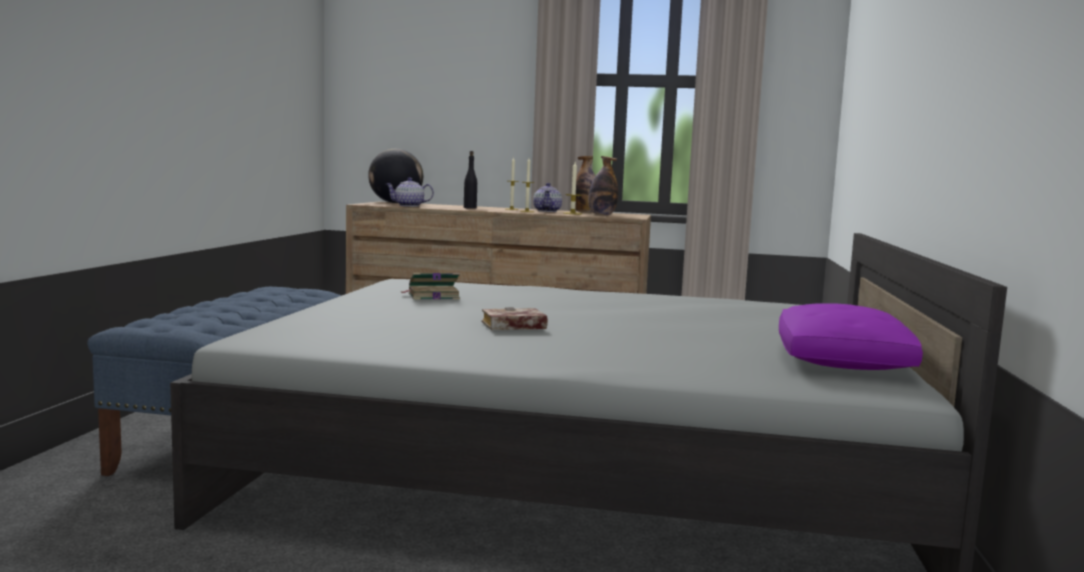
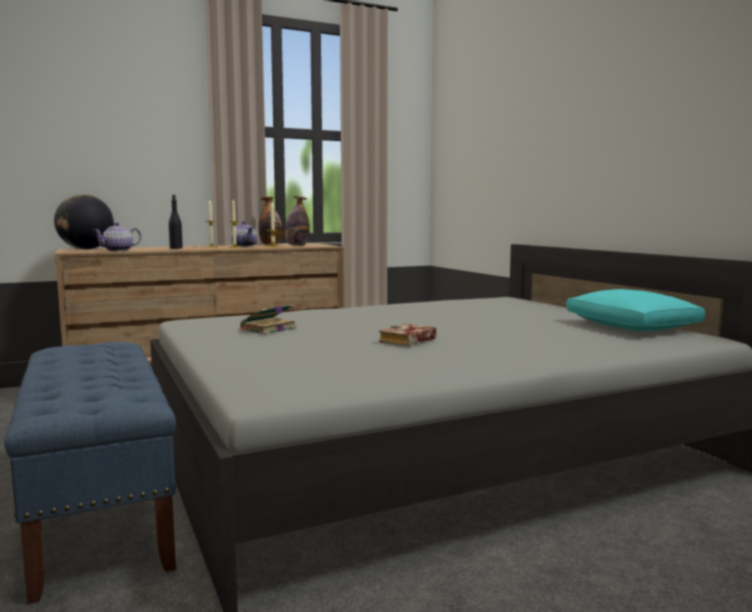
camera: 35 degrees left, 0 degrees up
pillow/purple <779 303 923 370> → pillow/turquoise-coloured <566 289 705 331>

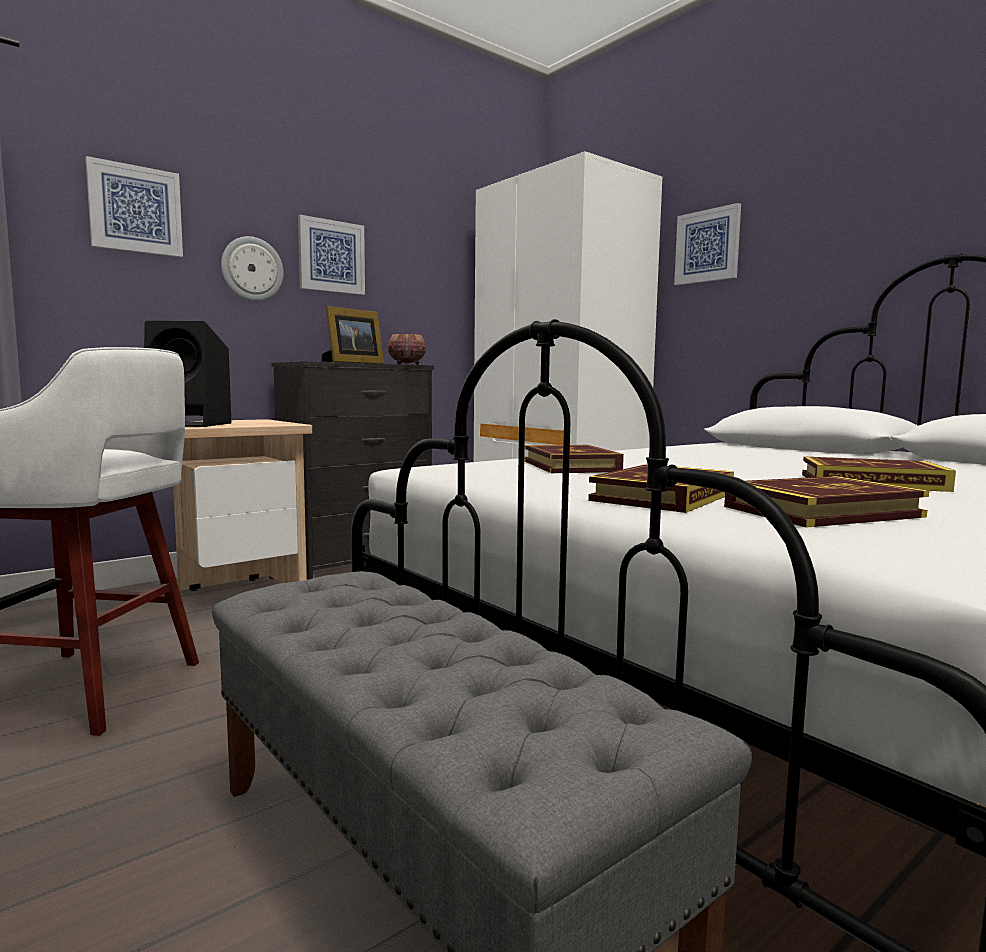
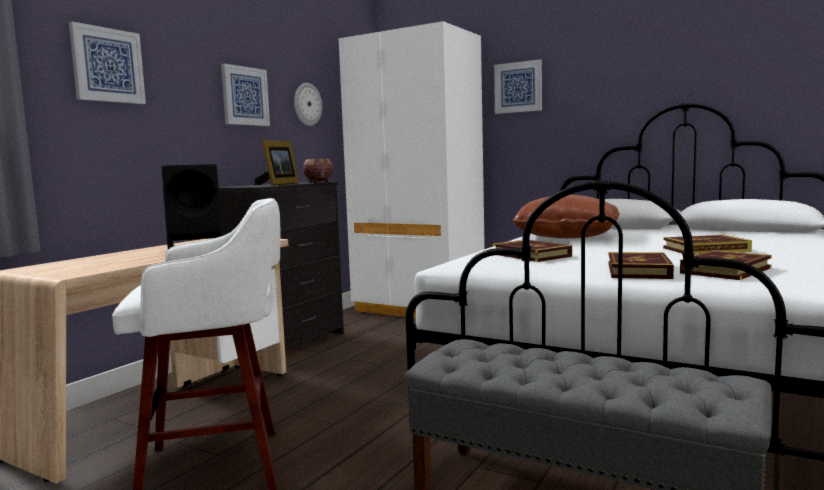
camera: 20 degrees left, 0 degrees up
hanging clock <221 236 284 301> → hanging clock <294 83 322 126>, shifted
- → pillow/brownish <512 195 620 238>

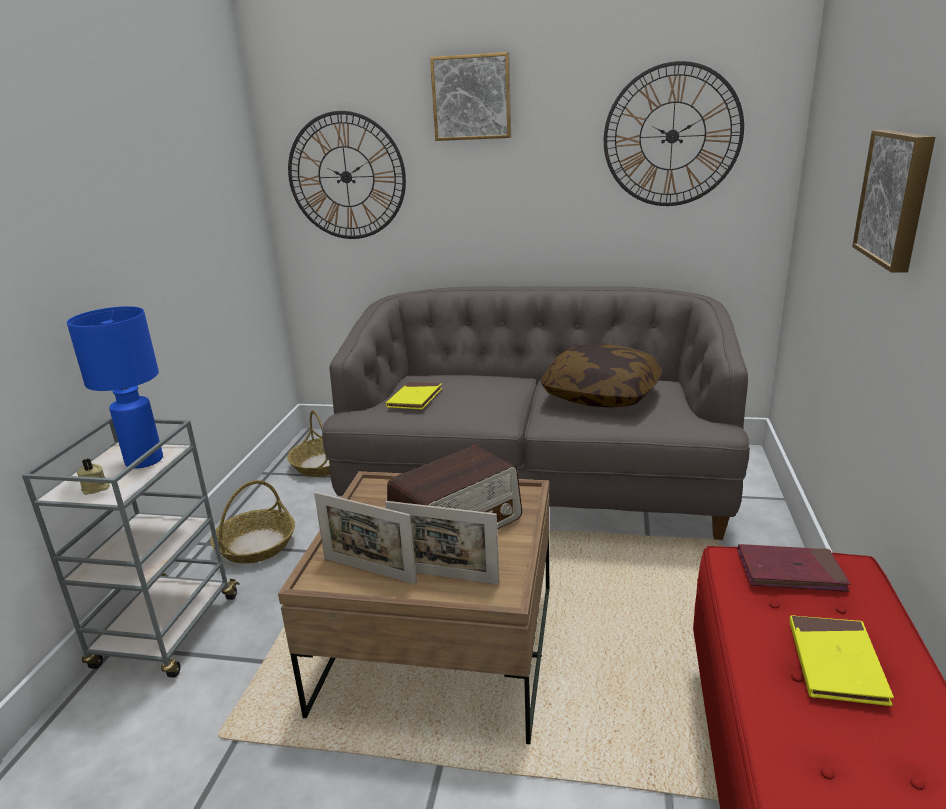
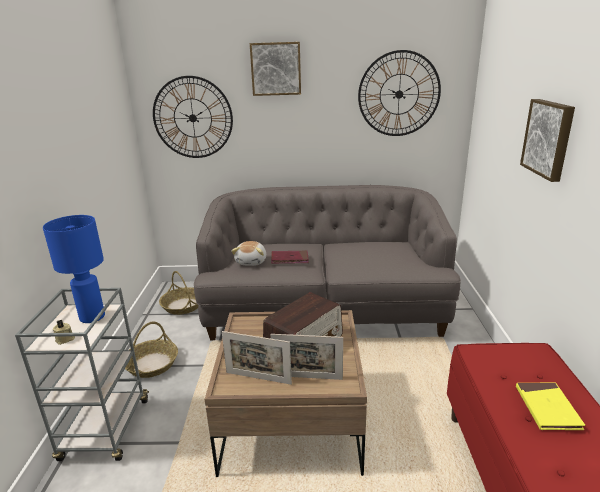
camera: 10 degrees left, 0 degrees up
bound book/yellow-coloured <386 382 442 410> → plush toy <231 241 266 266>
bound book/reddish <737 544 851 592> → bound book/reddish <271 250 309 264>, shifted
pillow <541 344 662 408> → -

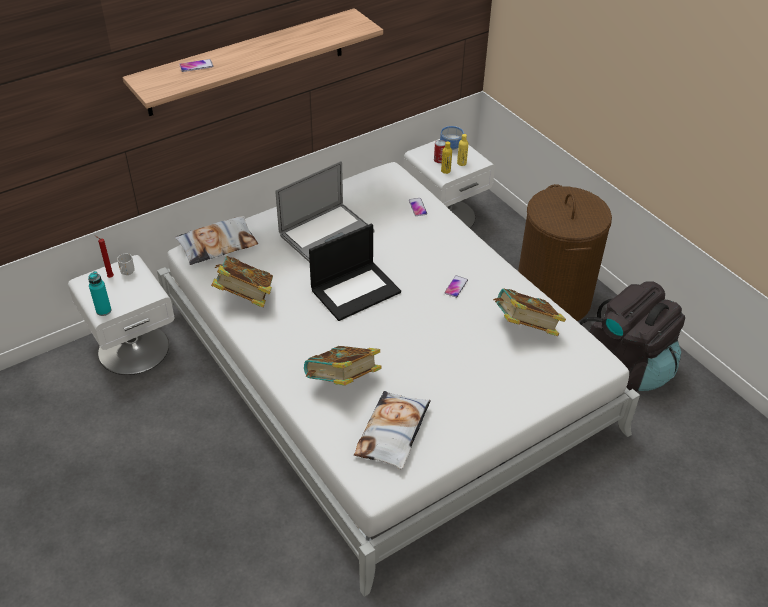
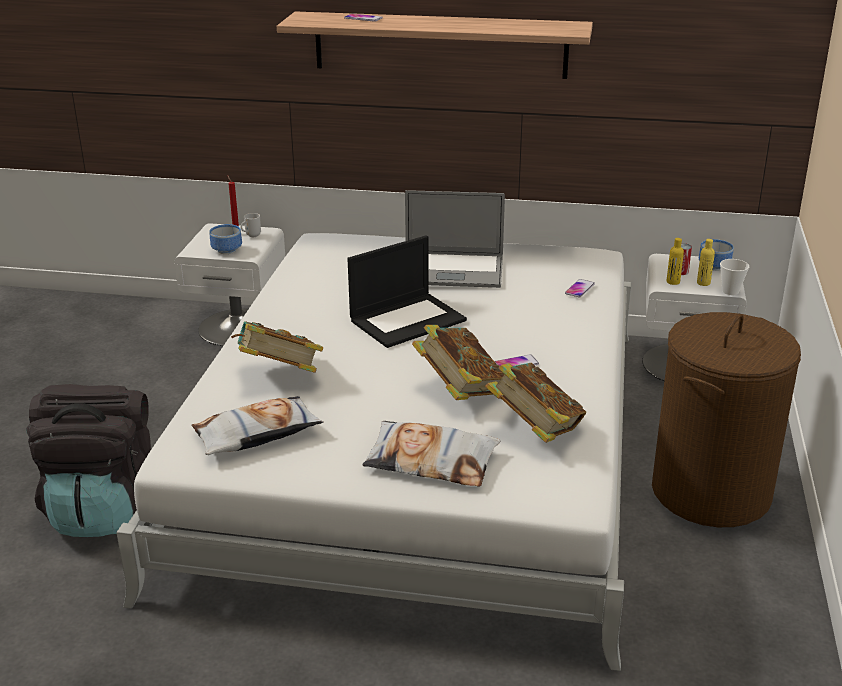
camera: 45 degrees right, 15 degrees down
backpack/black <580 281 685 391> → backpack/black <26 384 151 537>, shifted
- → bowl <209 224 242 254>
notebook computer <309 223 401 321> → notebook computer <347 236 467 348>, 45 degrees counterclockwise
pillow <175 216 258 265> → pillow <362 421 500 487>, shifted
bound book <211 256 273 308> → bound book <412 325 504 400>, shifted
- → cup <720 259 749 295>
bottle/turquoise-coloured <88 271 111 316> → -

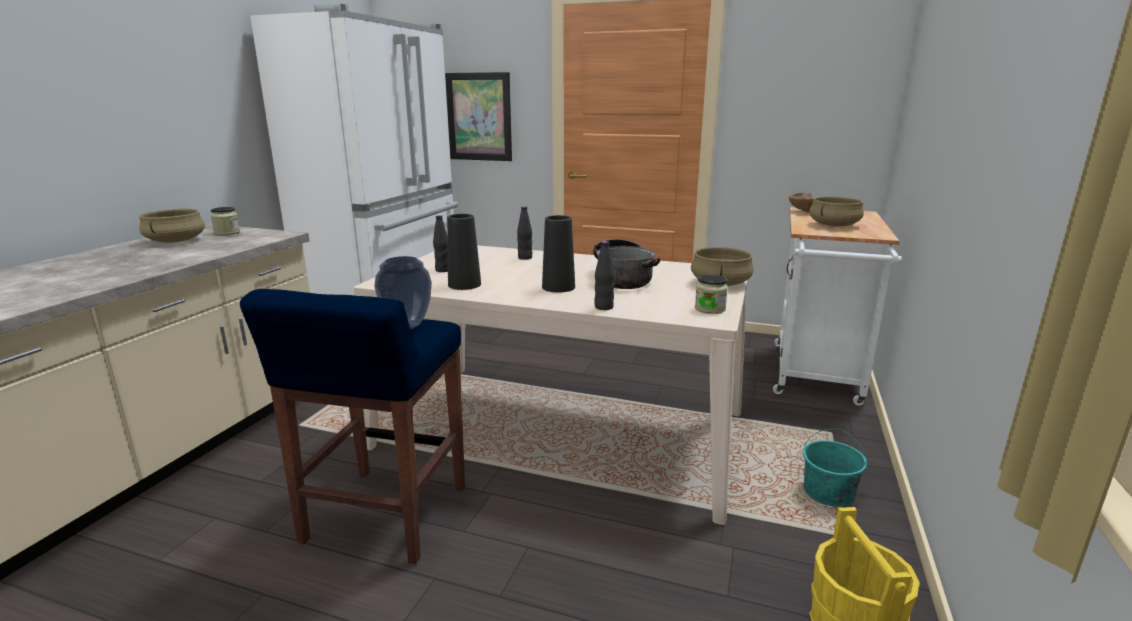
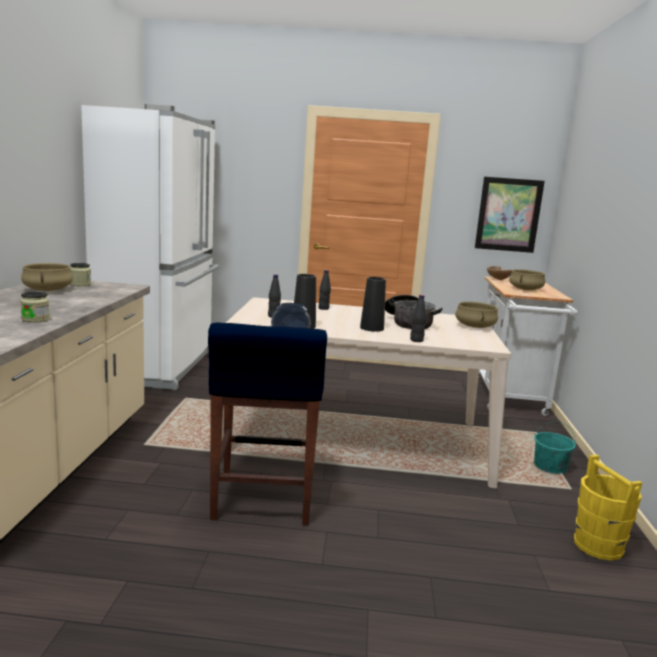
camera: 15 degrees left, 5 degrees down
storage jar <695 275 728 314> → storage jar <20 291 50 323>, shifted
picture <445 72 512 161> → picture <475 177 545 253>, shifted

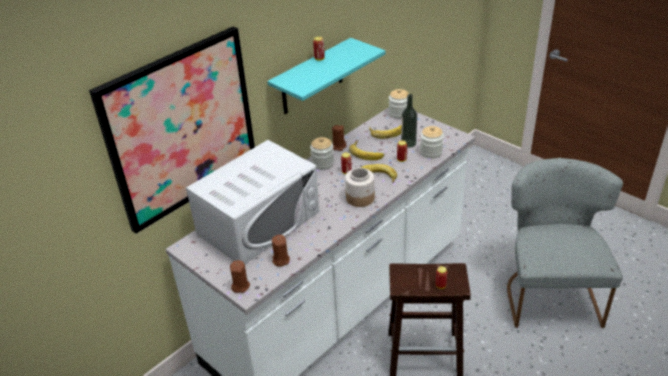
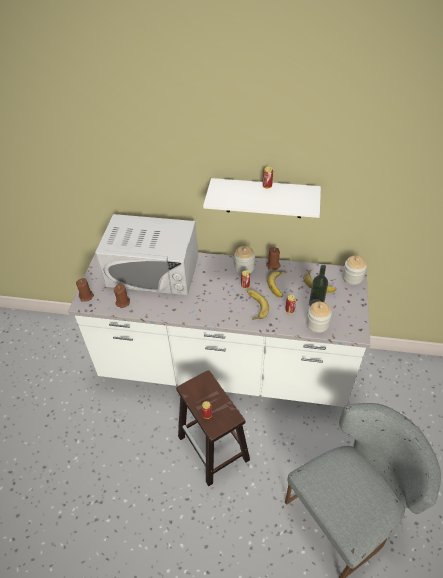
camera: 55 degrees right, 10 degrees up
wall shelf/turquoise-coloured <267 38 386 114> → wall shelf/white-coloured <203 178 321 218>
picture <89 26 255 234> → -
storage jar <345 168 375 207> → -

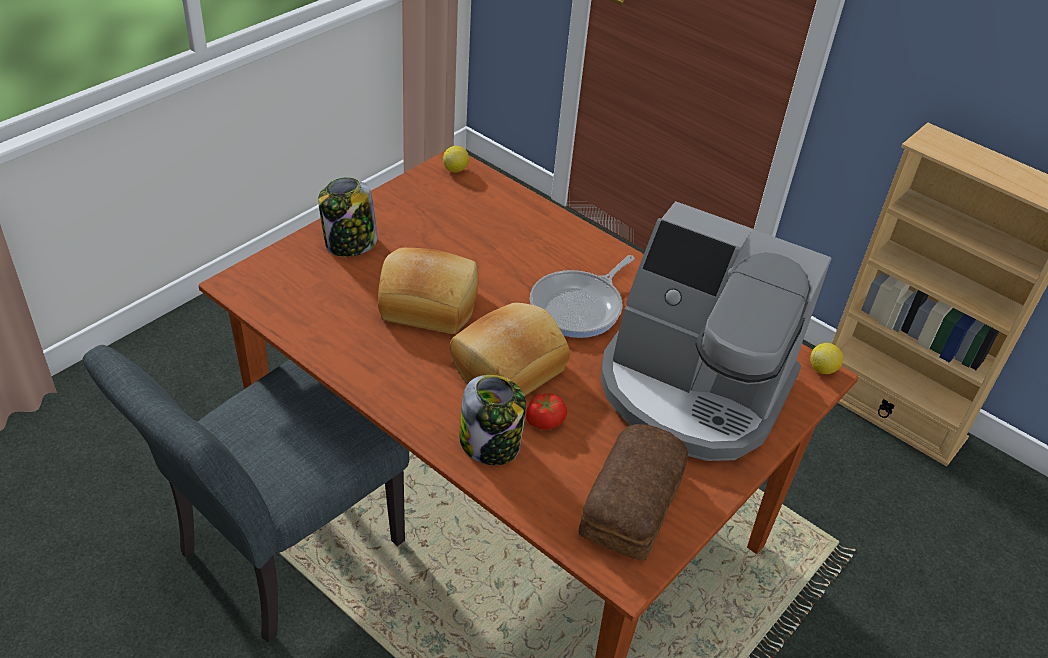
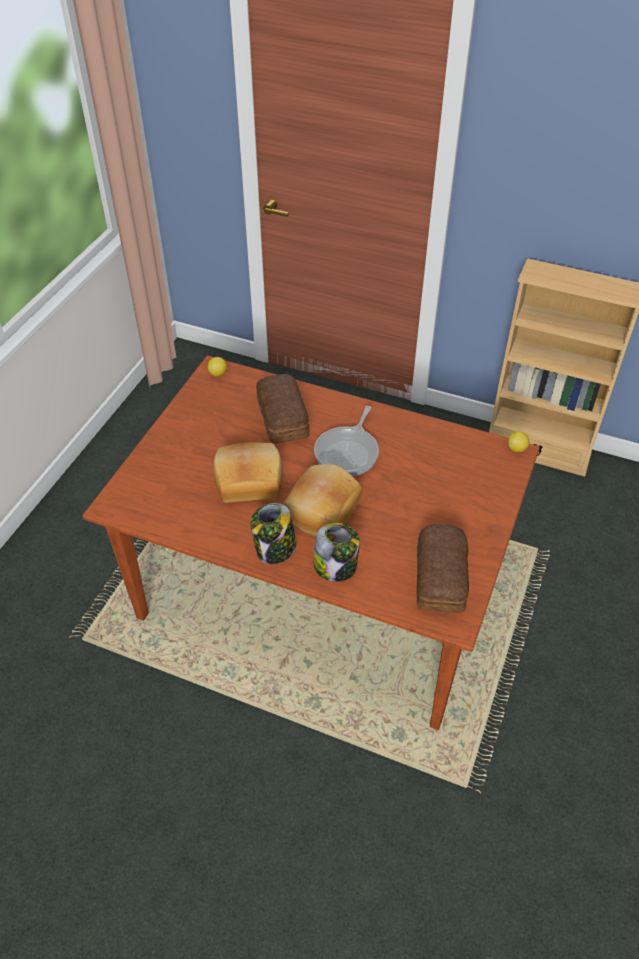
camera: 15 degrees left, 5 degrees up
storage jar <318 177 378 257> → storage jar <251 503 296 564>, shifted
- → bread <256 374 309 444>
plain chair/greyish <82 345 409 643> → -
fresh tomato <526 393 567 430> → -
coffee brewer <601 201 832 461> → -

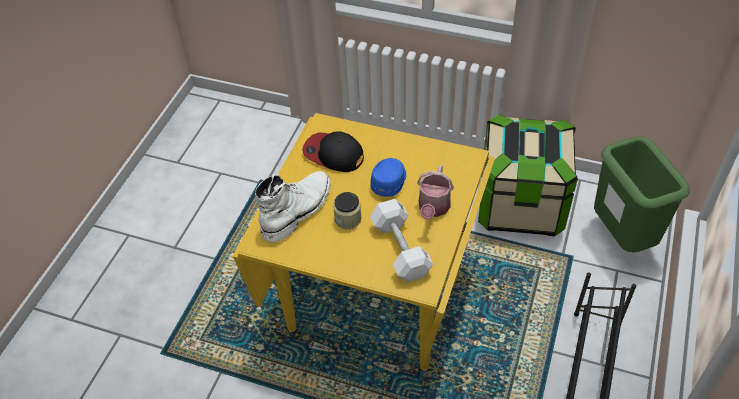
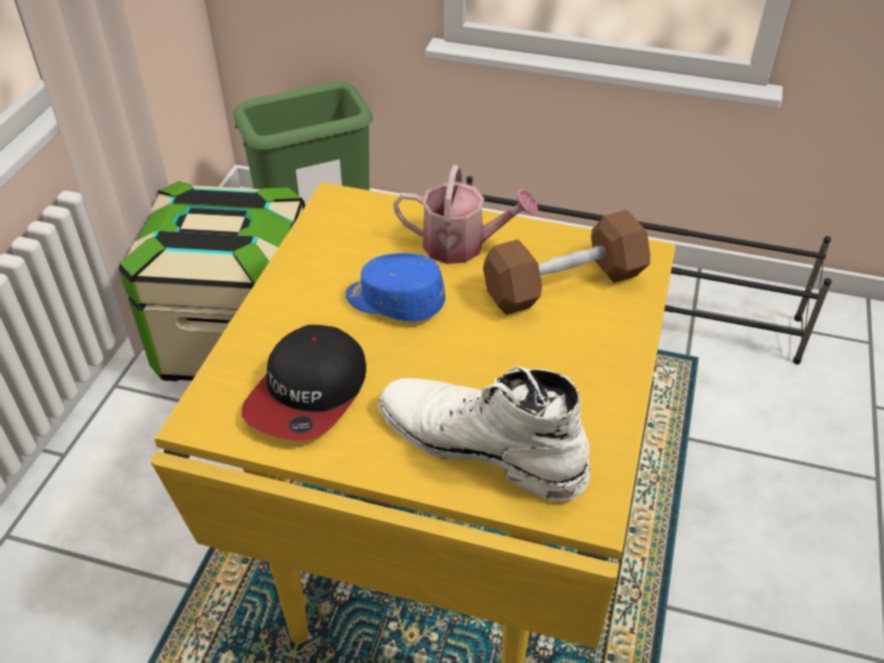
camera: 95 degrees left, 5 degrees down
dumbbell/white-coloured <370 199 433 282> → dumbbell/brownish <483 210 650 315>
storage jar <333 192 361 229> → -

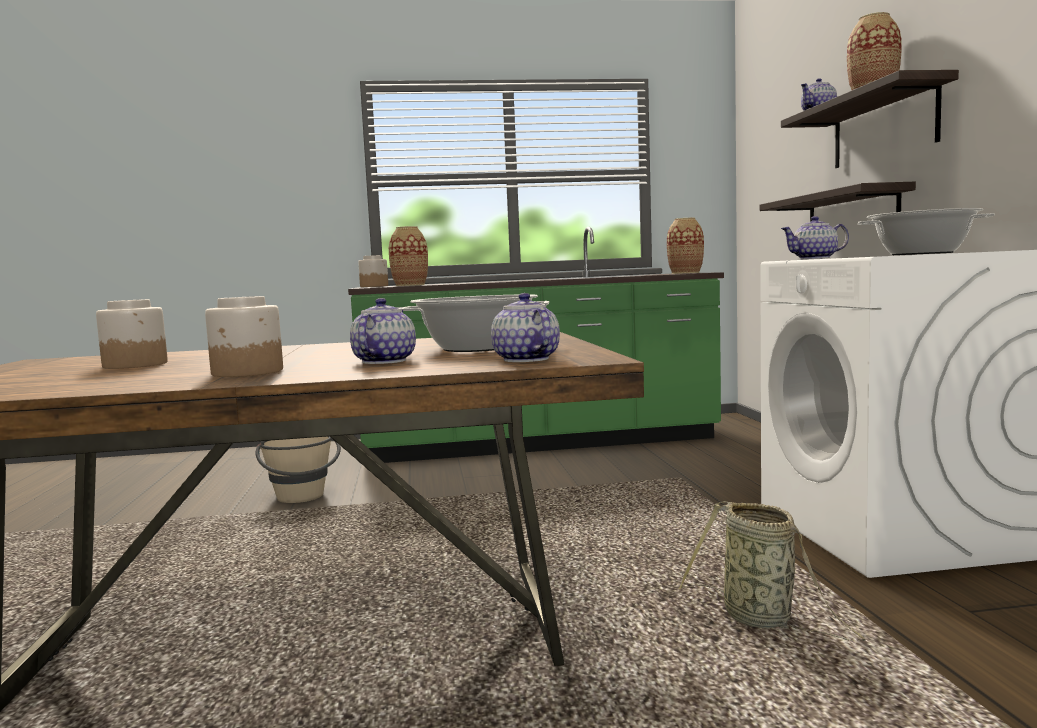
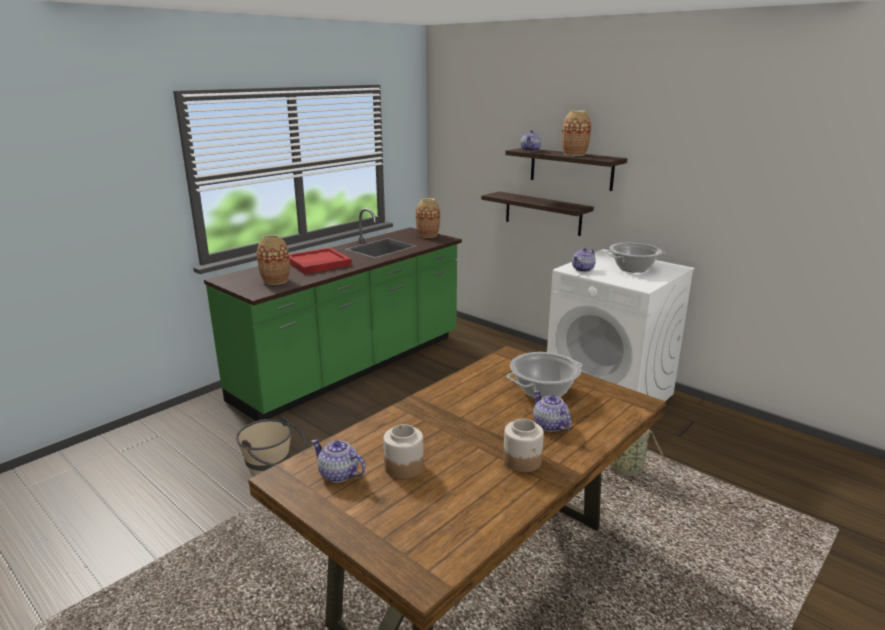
camera: 40 degrees left, 15 degrees up
- → tray/reddish <289 247 352 274>
tea pot <491 293 560 362> → tea pot <311 439 366 483>, shifted
storage jar <358 255 388 287> → -

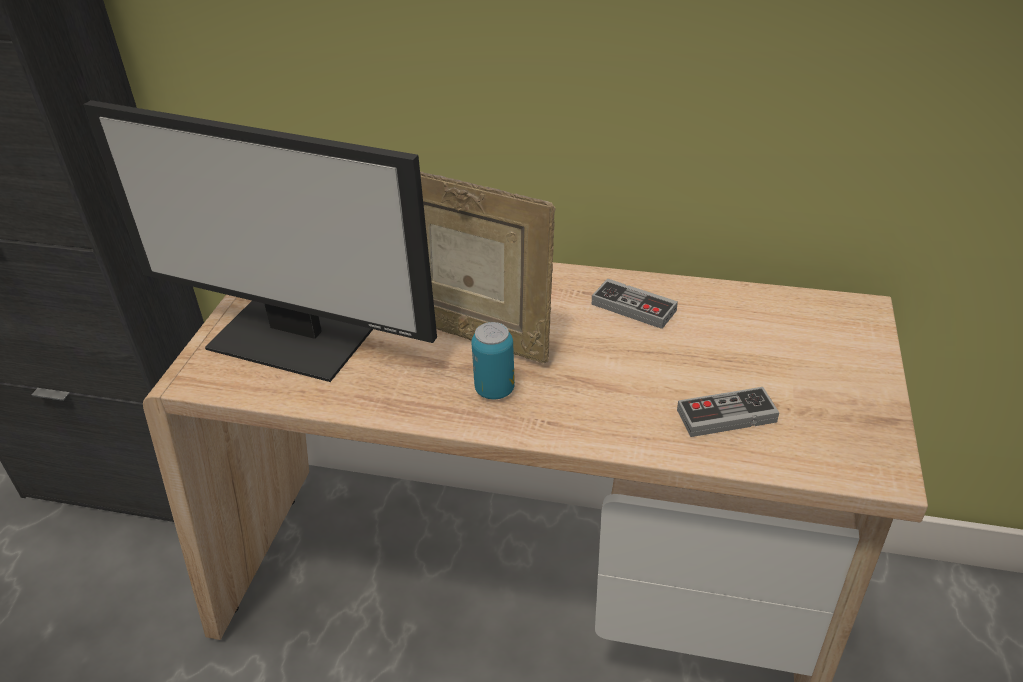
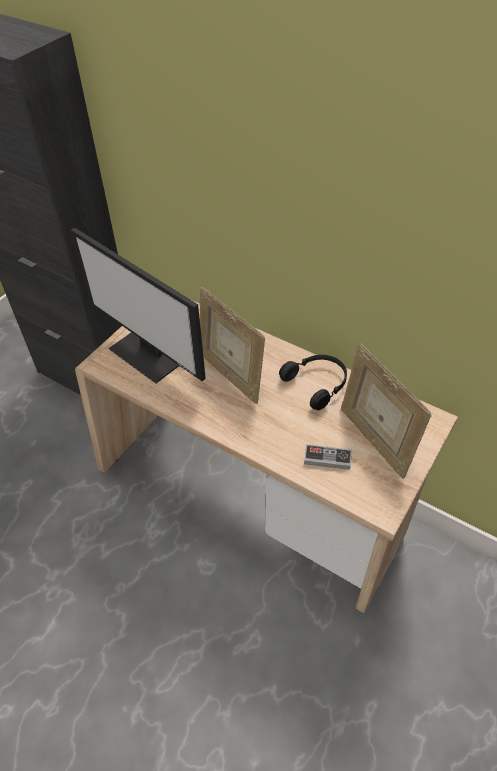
camera: 20 degrees right, 10 degrees up
joypad <592 279 678 329> → headphones/black <279 355 347 410>
- → photo frame <341 343 432 479>
metal can <471 322 515 399> → -

